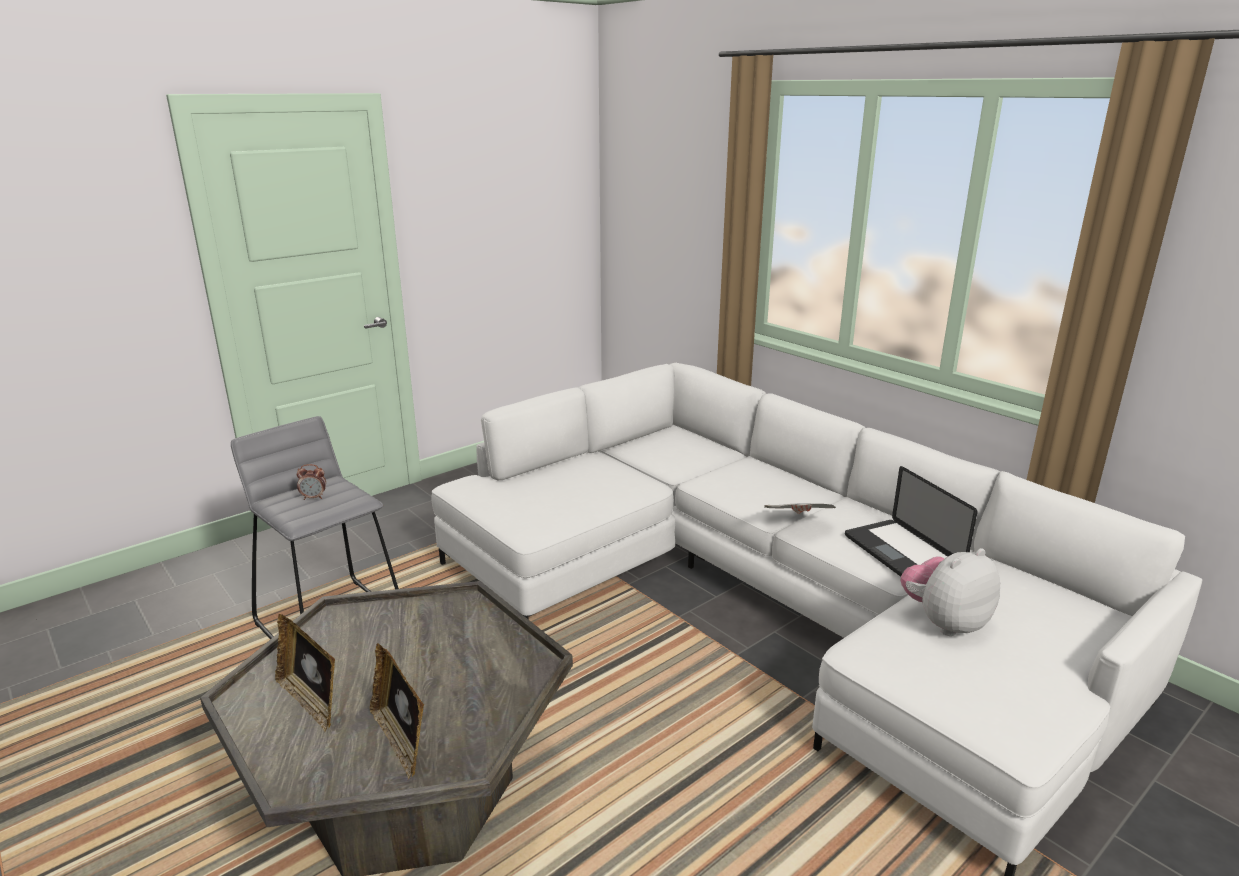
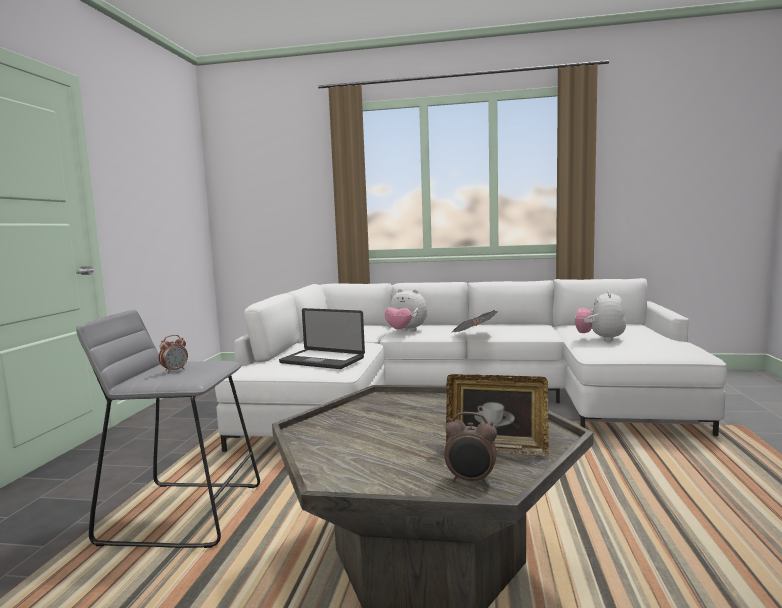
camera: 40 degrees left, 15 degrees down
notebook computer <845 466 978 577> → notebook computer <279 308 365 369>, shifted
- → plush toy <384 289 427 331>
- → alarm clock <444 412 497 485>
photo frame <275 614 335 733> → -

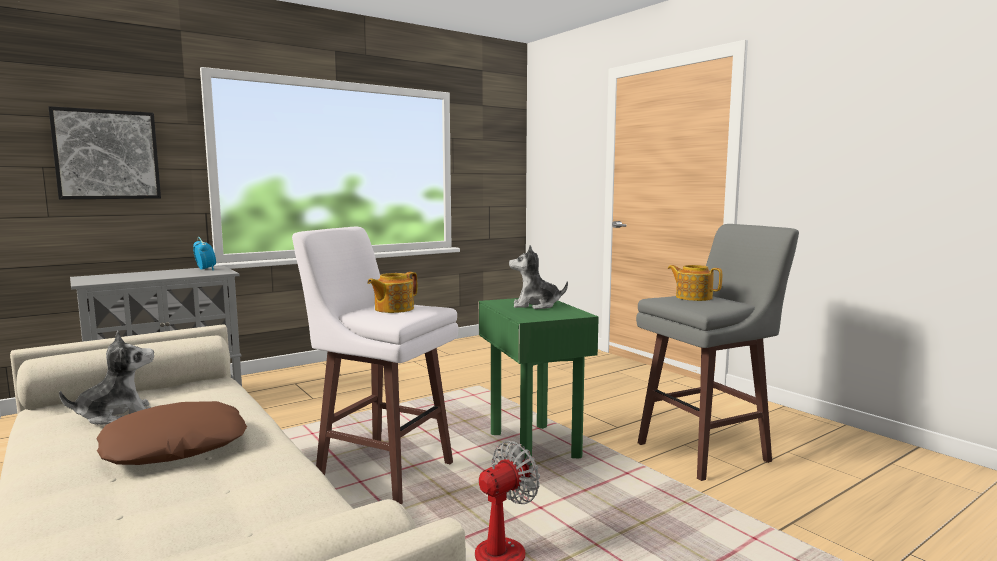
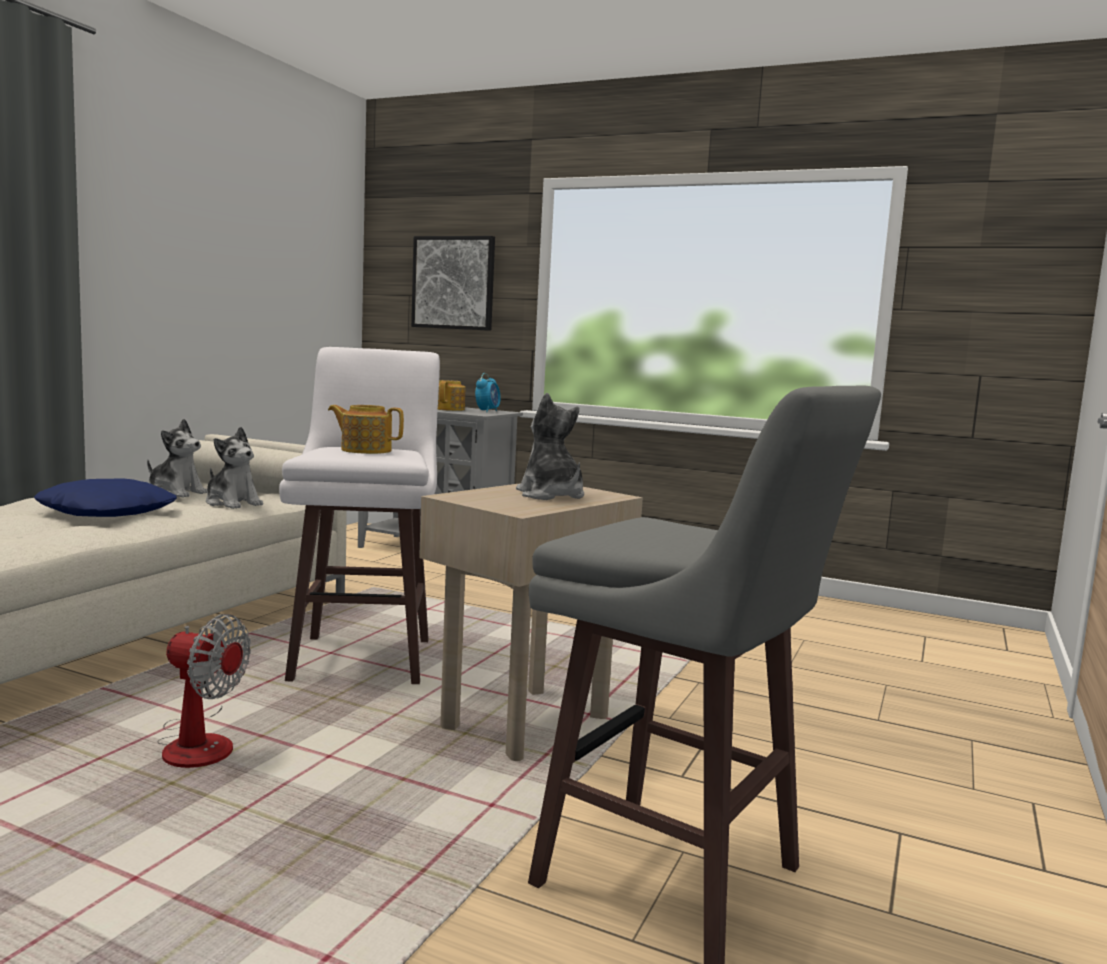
camera: 60 degrees right, 0 degrees up
pillow/brownish <96 401 247 465> → pillow/blue-coloured <34 479 177 517>
- → plush toy <206 427 263 509>
end table/greenish <479 298 599 466> → end table/sand-coloured <419 483 643 761>
tea pot <668 265 722 301> → tea pot <438 380 466 411>, shifted

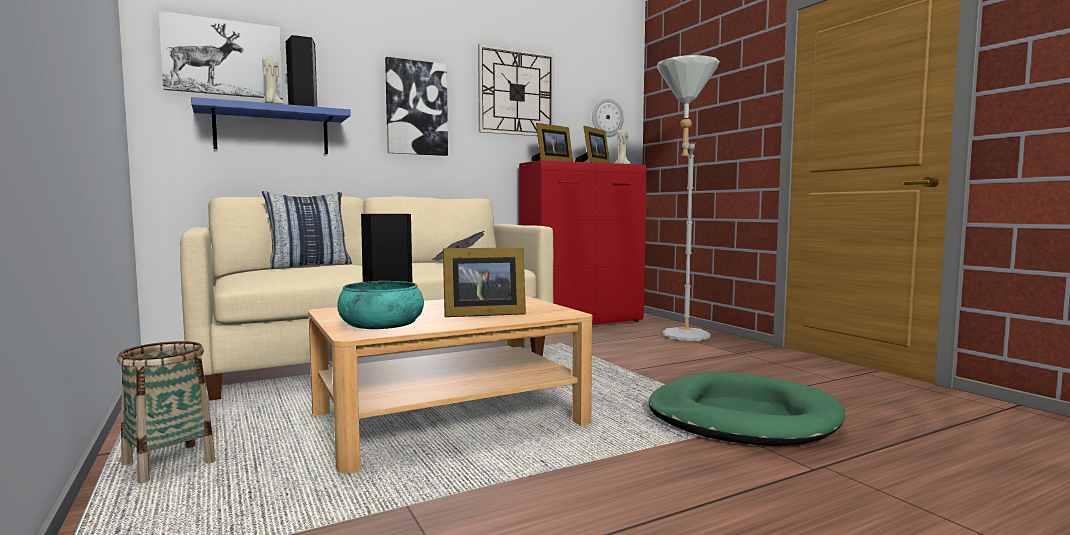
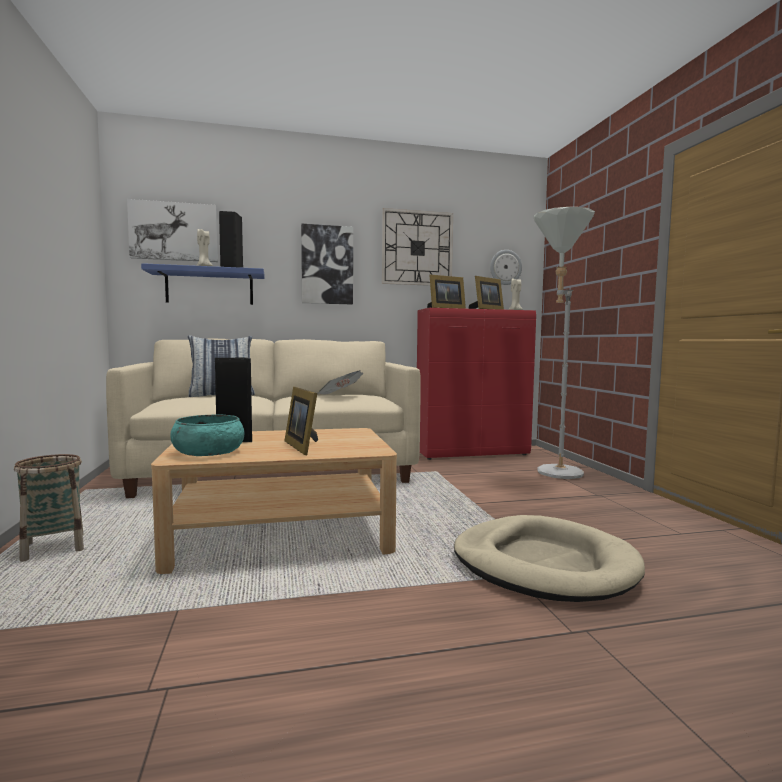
camera: 15 degrees right, 0 degrees up
photo frame <443 247 526 317> → photo frame <284 387 318 455>, 60 degrees clockwise
dog bed/greenish <648 372 845 446> → dog bed/sand-coloured <454 515 645 602>

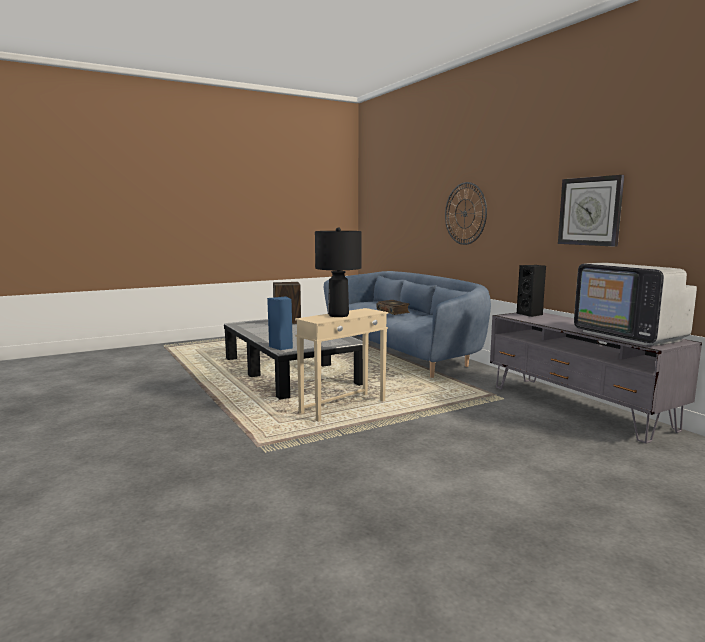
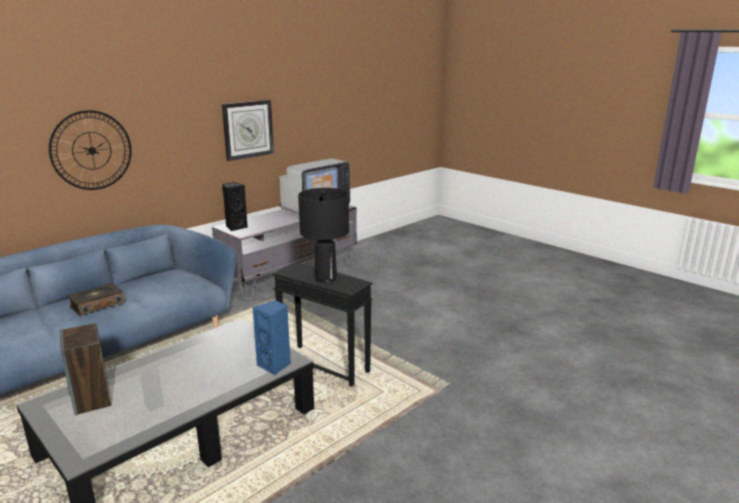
camera: 105 degrees left, 10 degrees up
end table/sand-coloured <295 308 388 422> → end table/black <273 262 373 386>

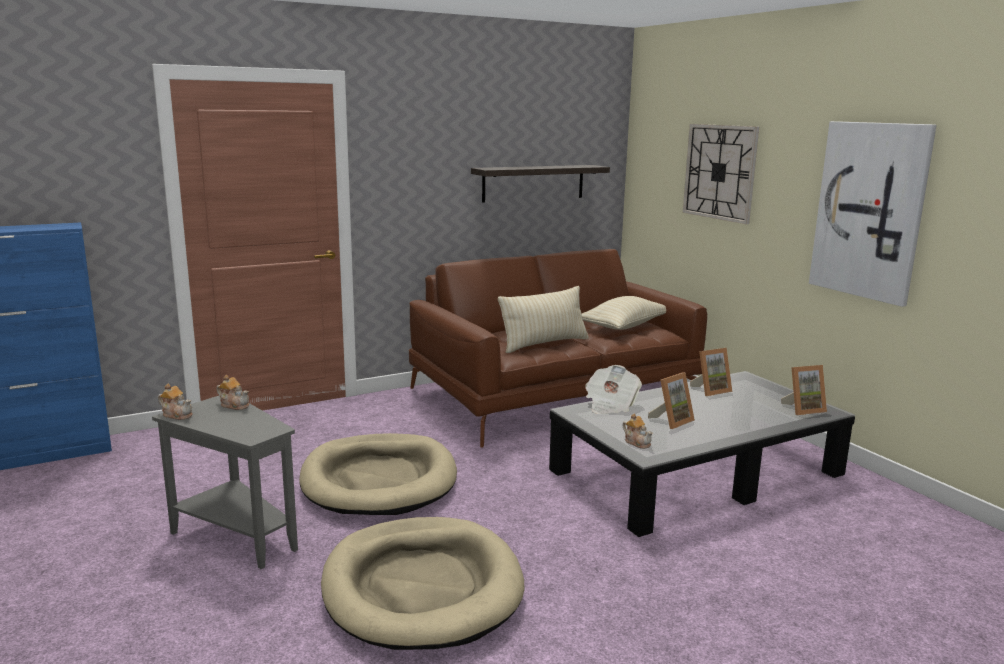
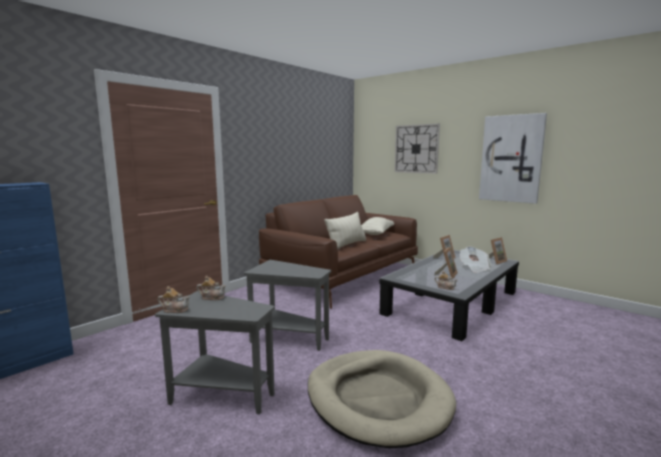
camera: 20 degrees left, 5 degrees down
dog bed/sand-coloured <299 433 457 515> → end table/greyish <244 260 331 351>
newspaper <585 365 642 414> → newspaper <459 246 491 273>, shifted
wall shelf <471 165 610 203> → -

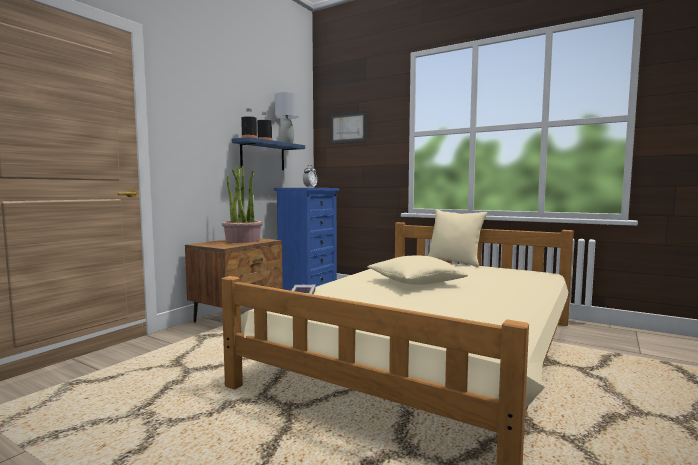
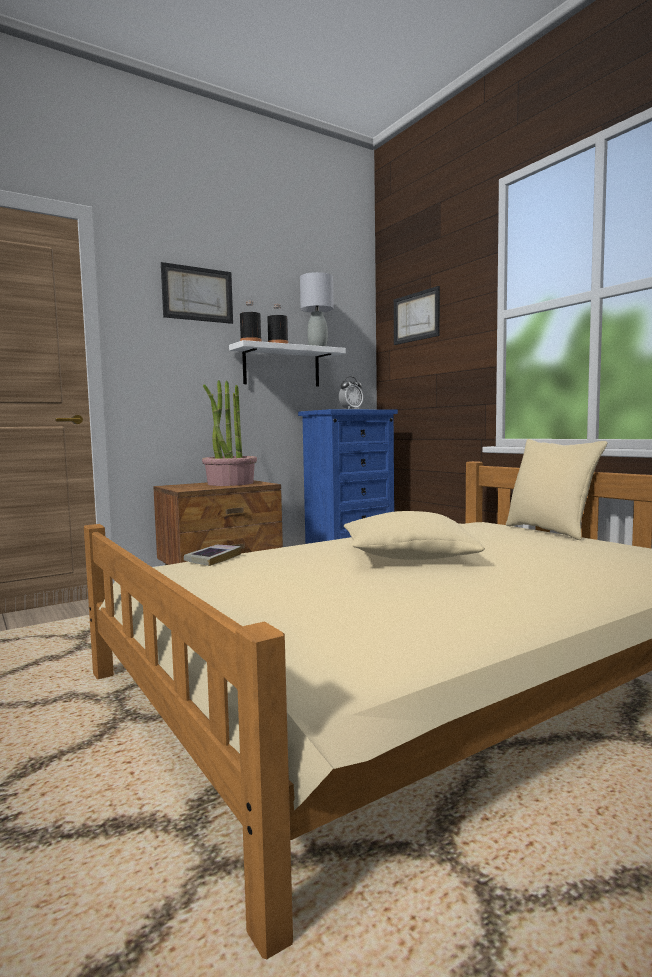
camera: 25 degrees right, 0 degrees up
- → picture <161 262 233 324>
wall shelf/blue-coloured <232 137 305 170> → wall shelf/white-coloured <229 340 346 387>

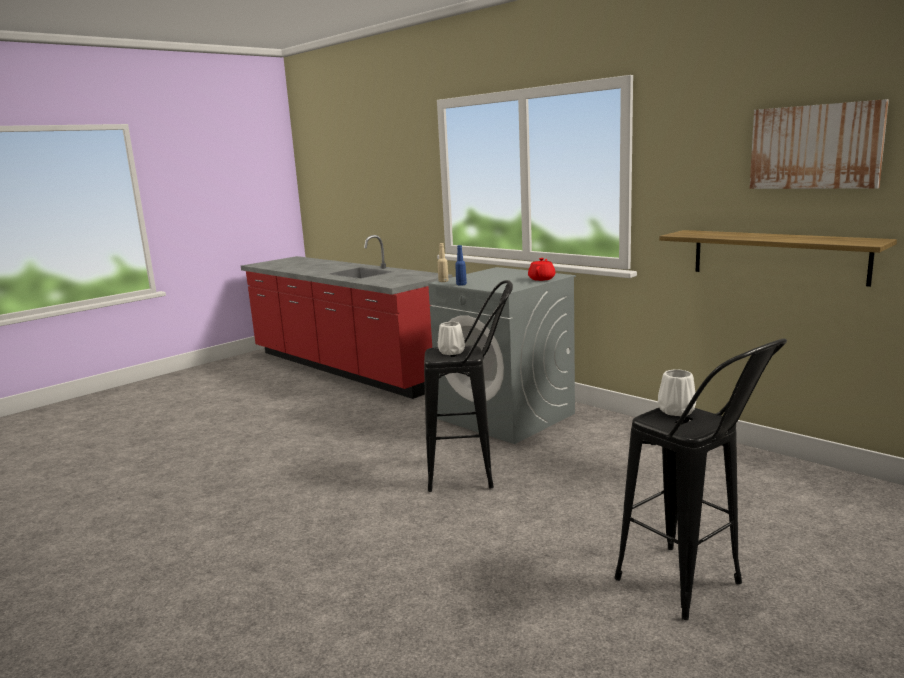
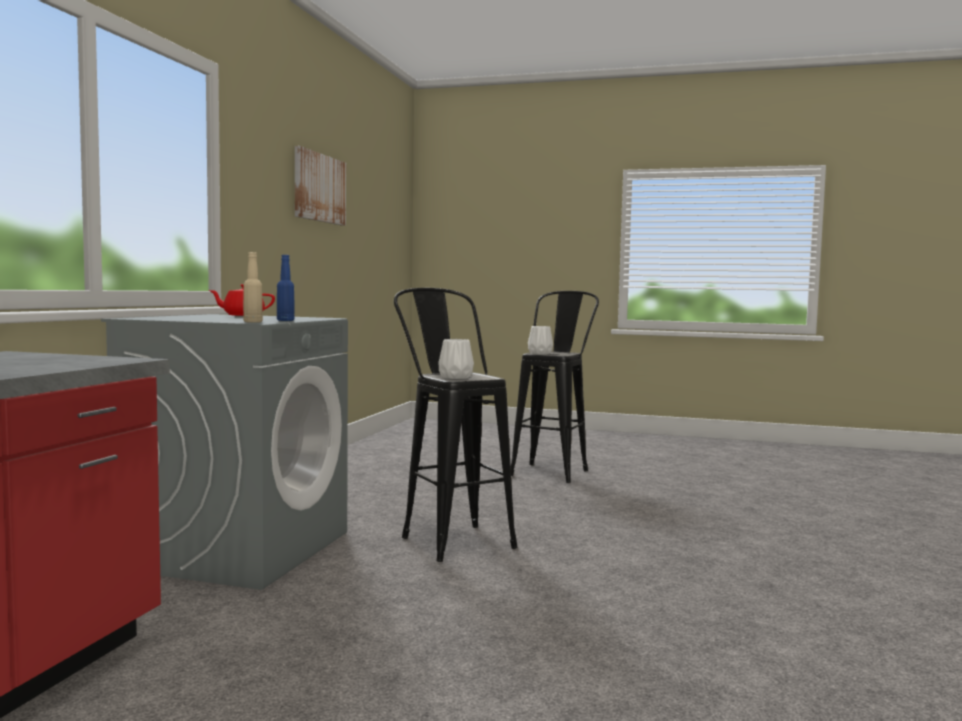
camera: 120 degrees left, 10 degrees down
wall shelf <659 230 897 287> → -

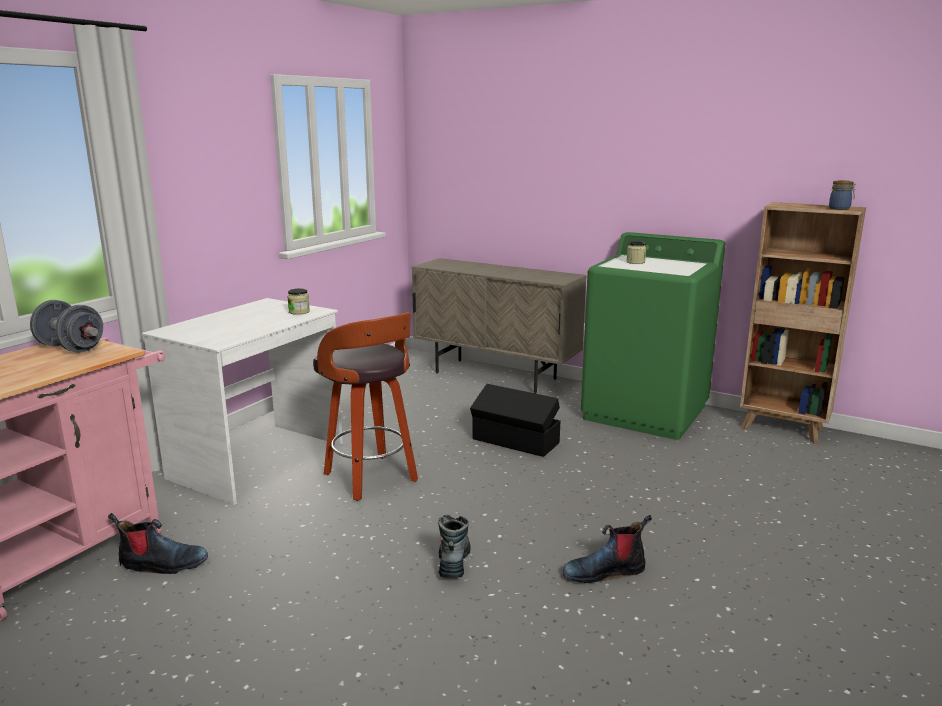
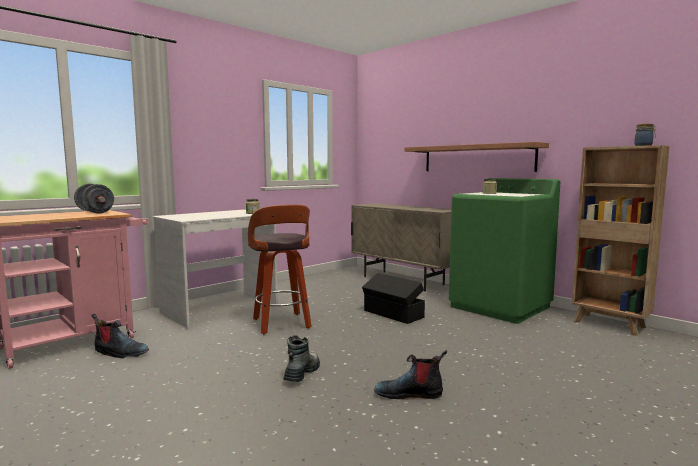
camera: 15 degrees right, 10 degrees down
- → wall shelf <404 142 549 172>

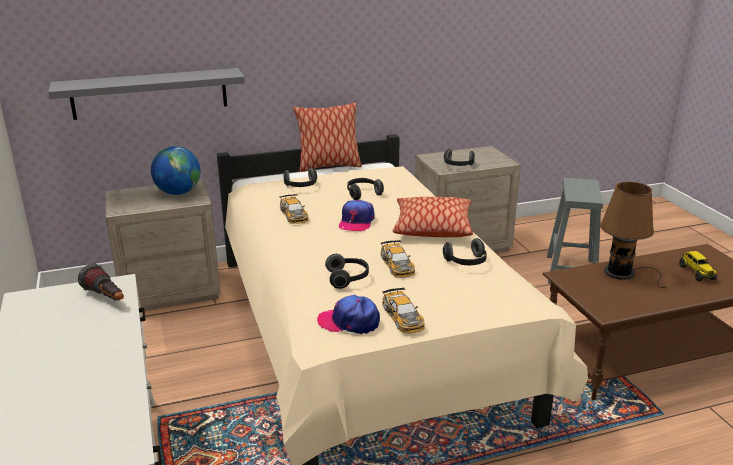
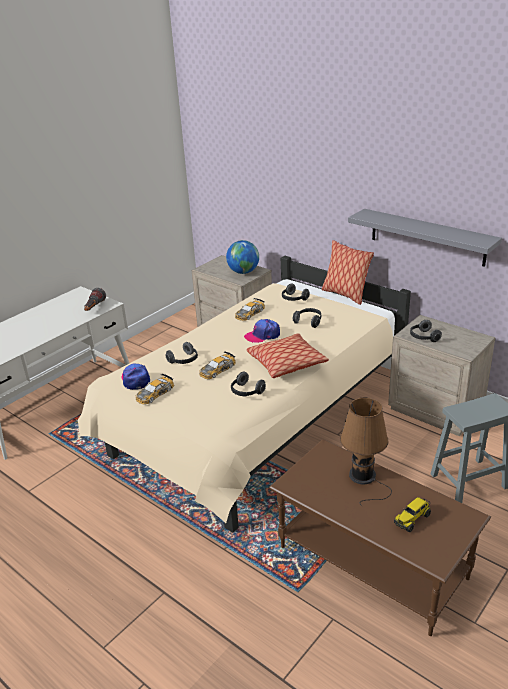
camera: 60 degrees right, 5 degrees up
wall shelf/greyish <49 68 245 120> → wall shelf/greyish <348 209 502 267>, shifted

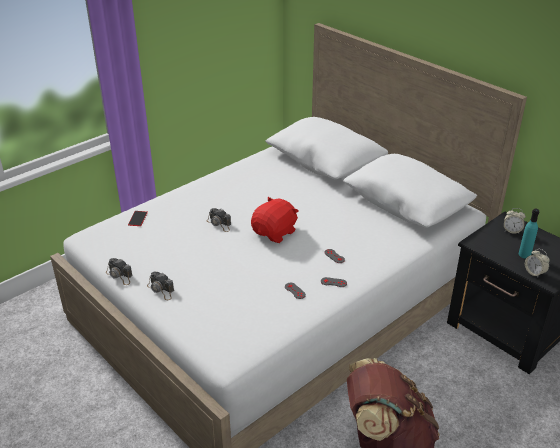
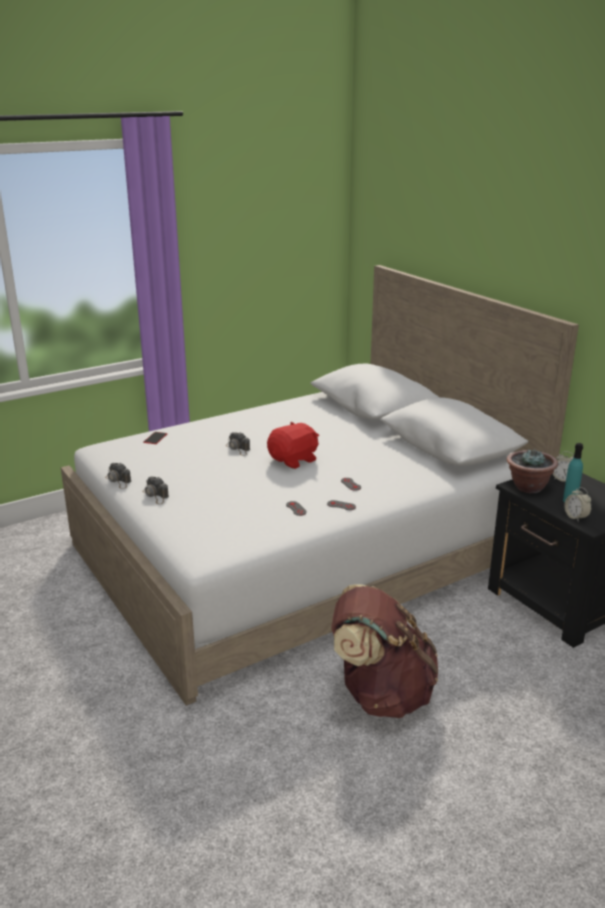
camera: 10 degrees right, 10 degrees down
- → plant in a pot <507 449 558 493>

